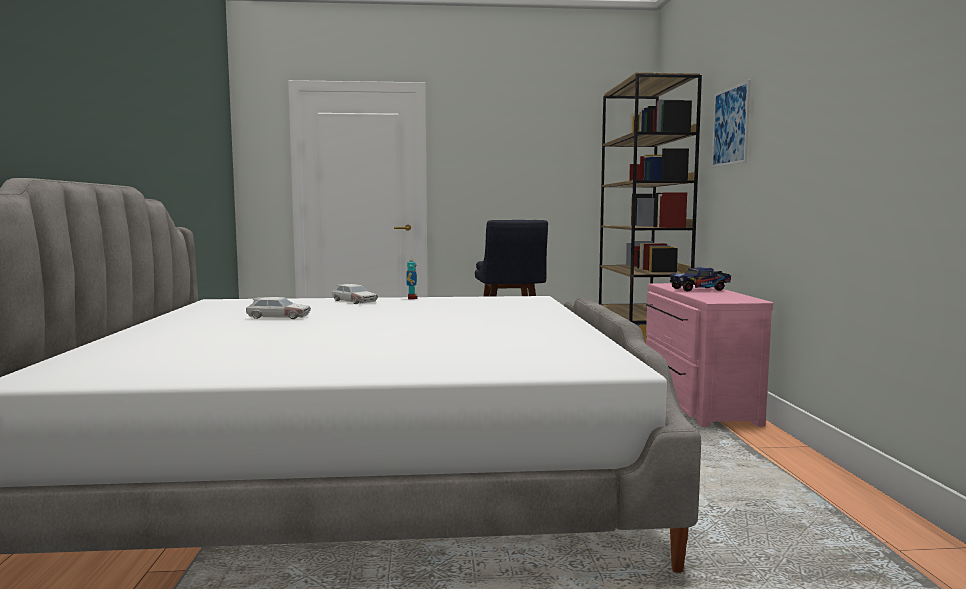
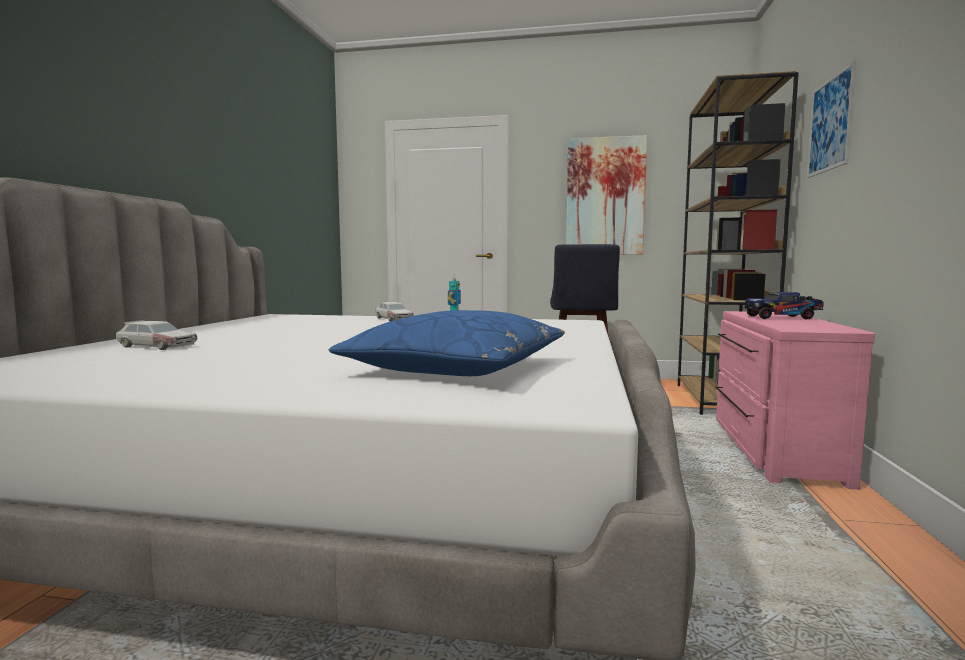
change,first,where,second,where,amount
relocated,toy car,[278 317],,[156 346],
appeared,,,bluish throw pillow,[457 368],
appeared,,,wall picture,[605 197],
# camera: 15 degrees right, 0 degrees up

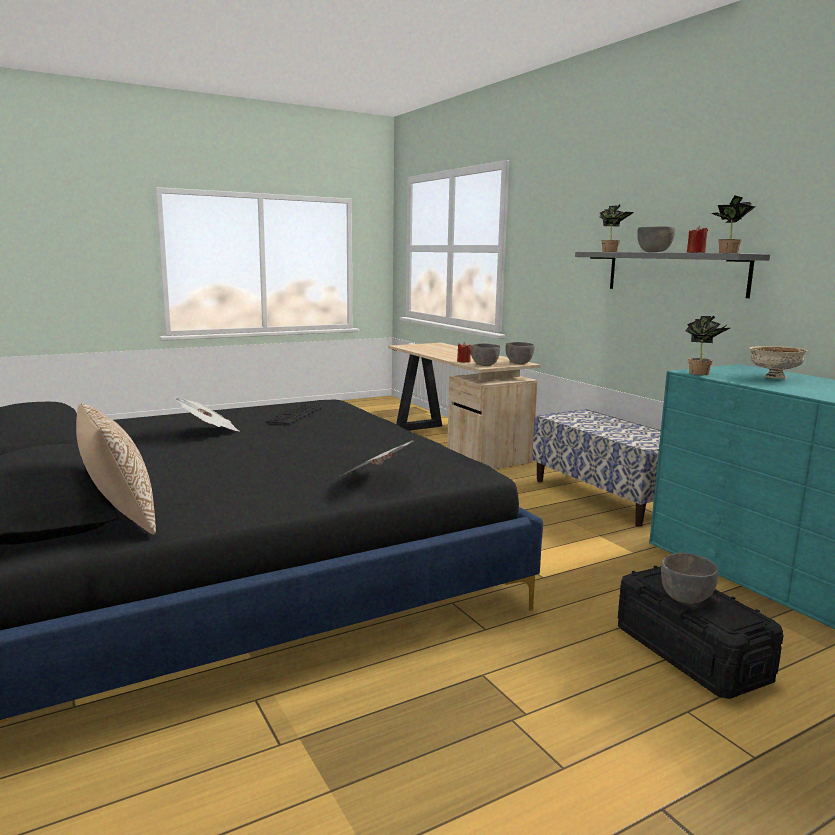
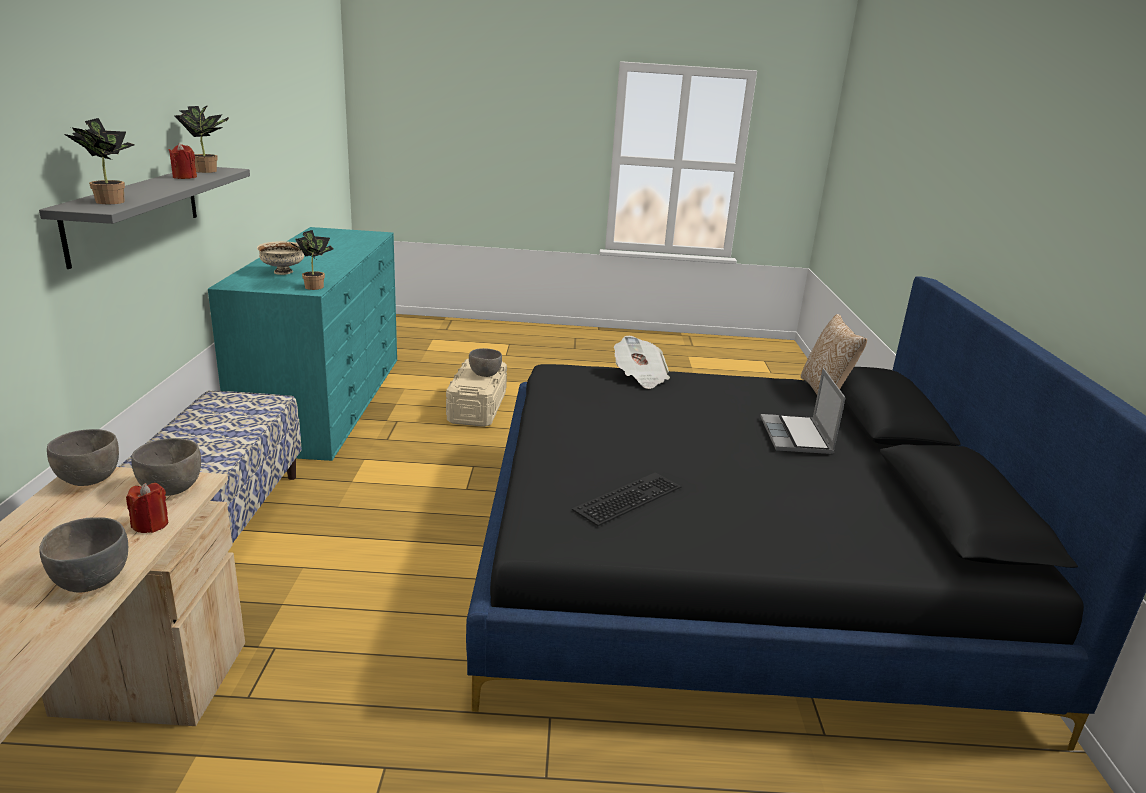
change,first,where,second,where,amount
missing,daily paper,[209 431],,,
colour,black storage box,[690 653],sand-coloured storage box,[477 407],
relocated,greyish bowl,[654 252],,[92 581],
appeared,,,portable computer,[797 436],
# camera: 150 degrees left, 10 degrees up

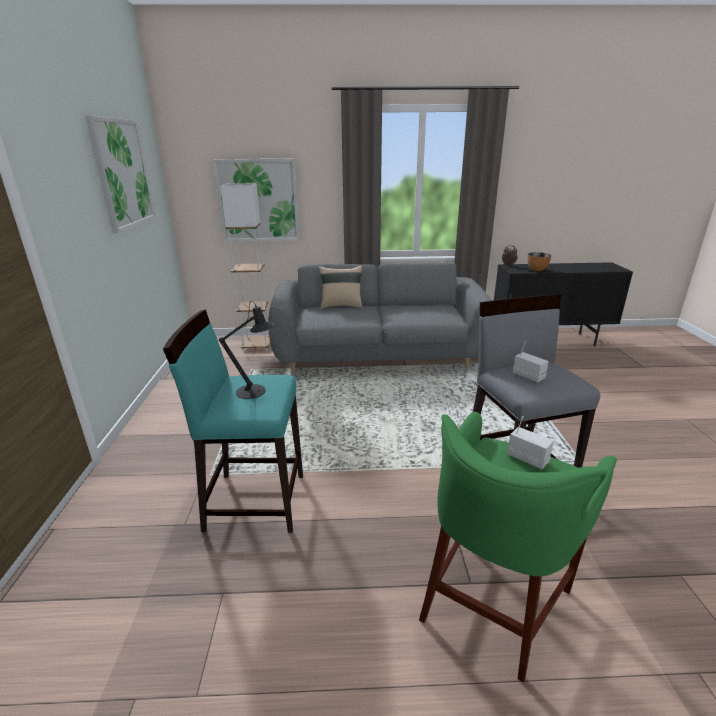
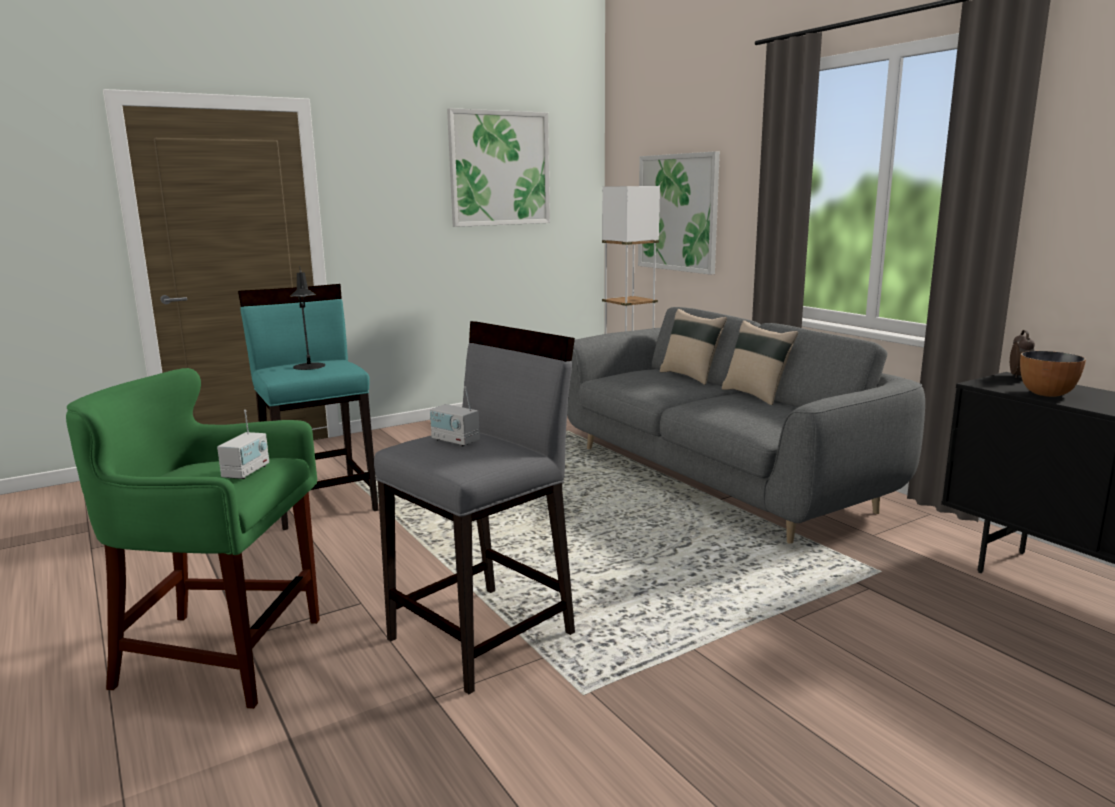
change,first,where,second,where,amount
spun,radio set,[528 376],,[455 441],105 degrees clockwise
appeared,,,sand-coloured throw pillow,[756 395],
# camera: 60 degrees right, 10 degrees down

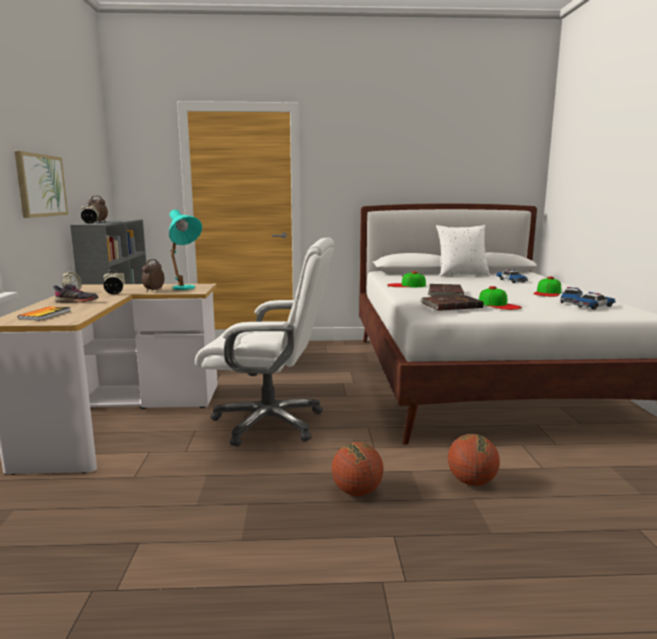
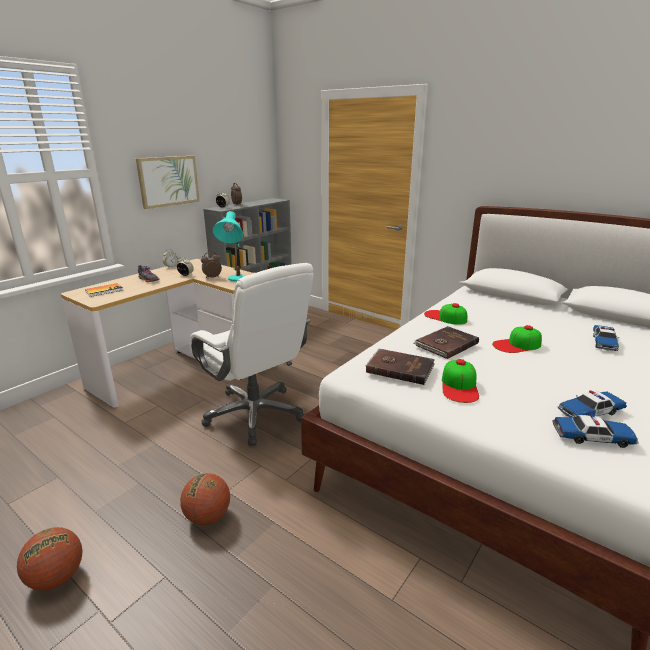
change,first,where,second,where,amount
missing,whitish throw pillow,[461 275],,,
relocated,basketball ball,[471 482],,[57 577],
relocated,cap,[547 293],,[517 345],
# camera: 40 degrees right, 10 degrees up

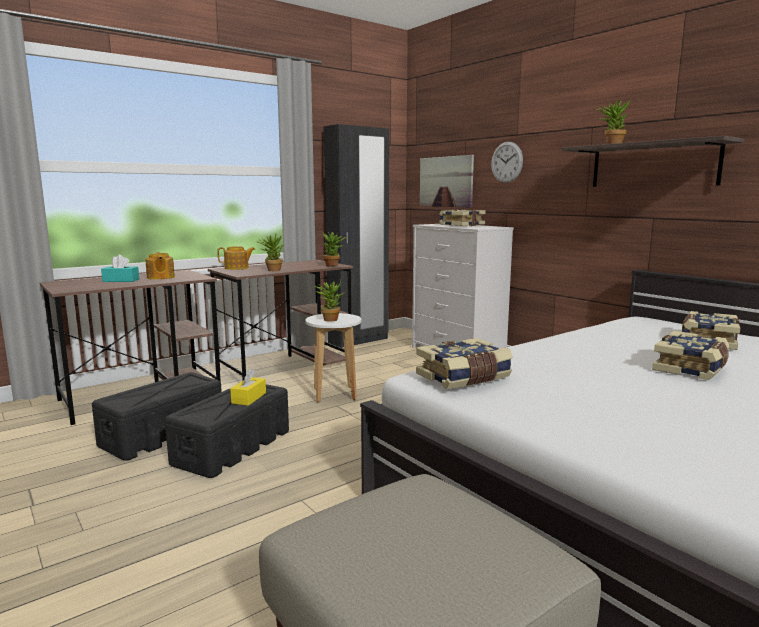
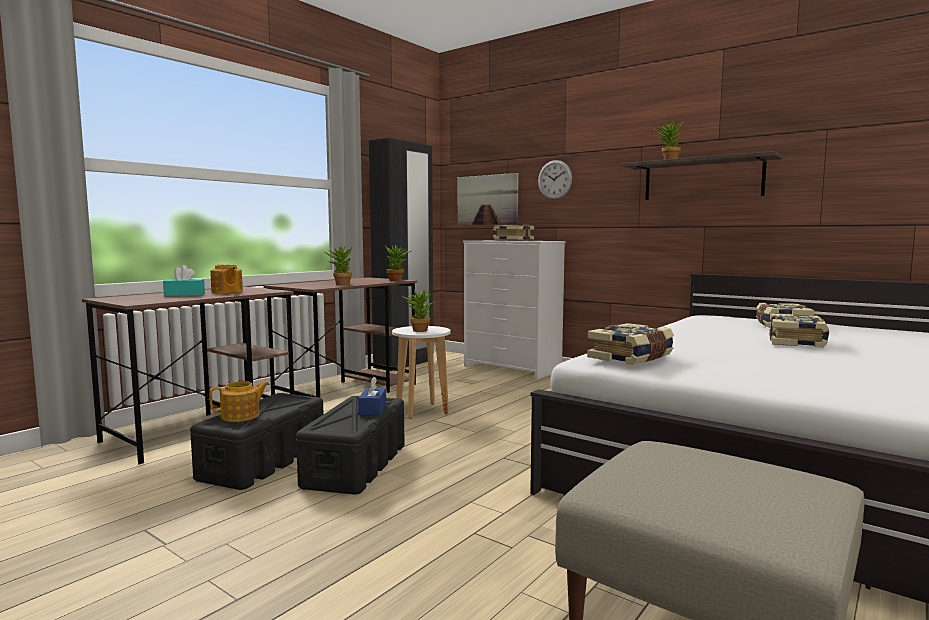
change,first,where,second,where,amount
relocated,pot for tea,[237 268],,[241 416],
colour,yellow tissue box,[249 398],bluish tissue box,[372 409],
# camera: 15 degrees left, 5 degrees down

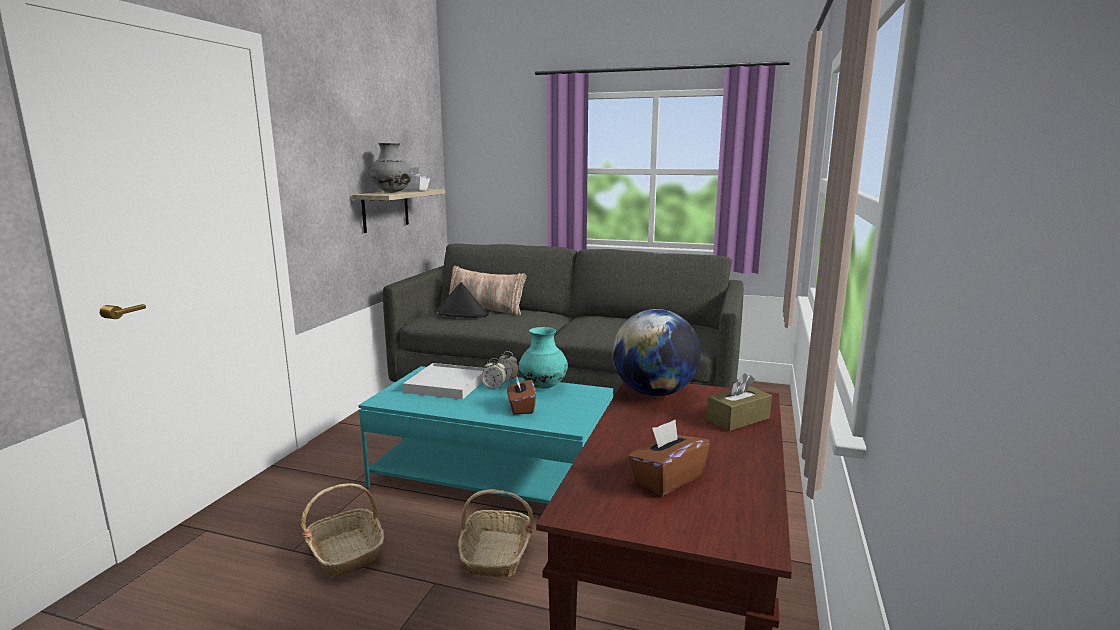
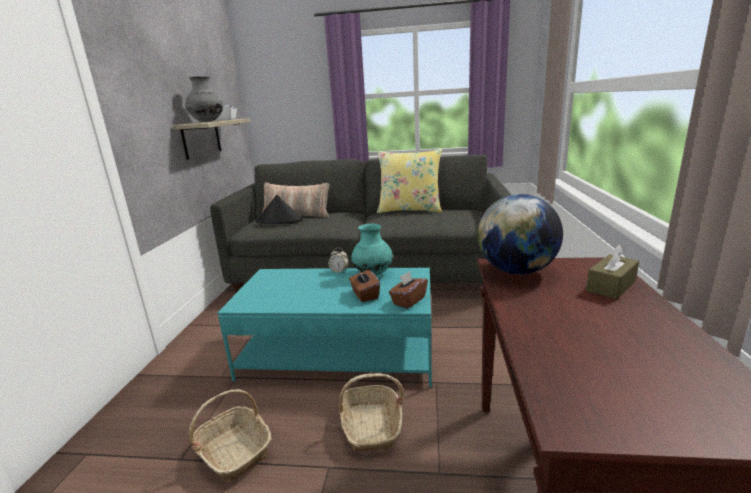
change,first,where,second,where,amount
missing,whitish carrying tray,[446 384],,,
missing,alarm clock,[494 387],,,
relocated,brown tissue box,[666 479],,[408 301],
appeared,,,yellow throw pillow,[409 210],
# camera: 10 degrees left, 5 degrees up

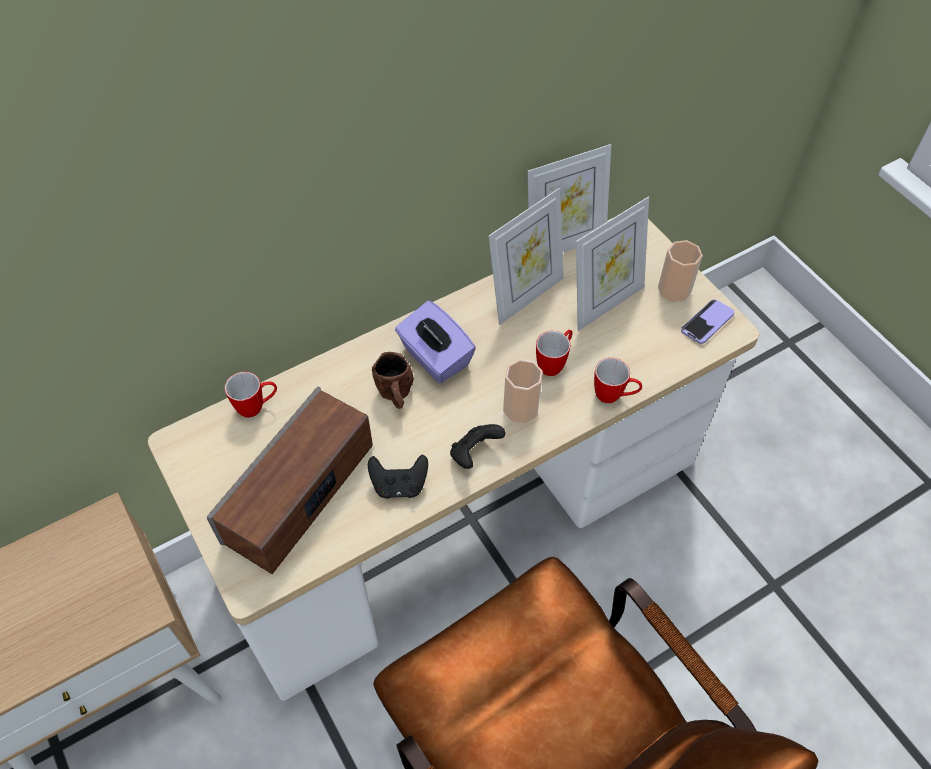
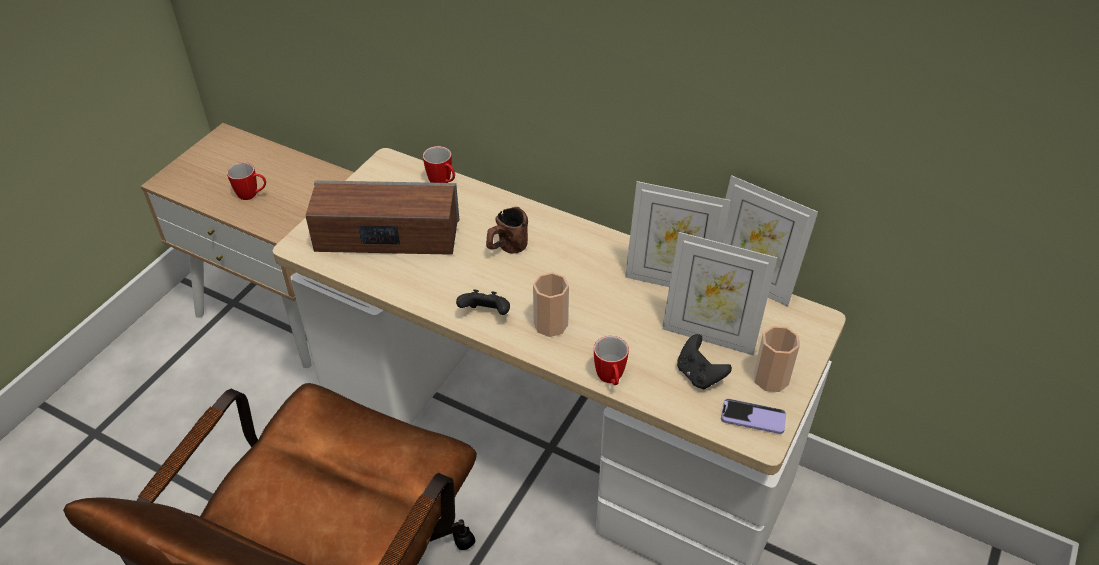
change,first,where,second,where,amount
relocated,black gamepad,[399 485],,[699 375],
missing,purple tissue box,[435 357],,,
relocated,tea mug,[554 363],,[252 195],
# camera: 60 degrees right, 10 degrees down

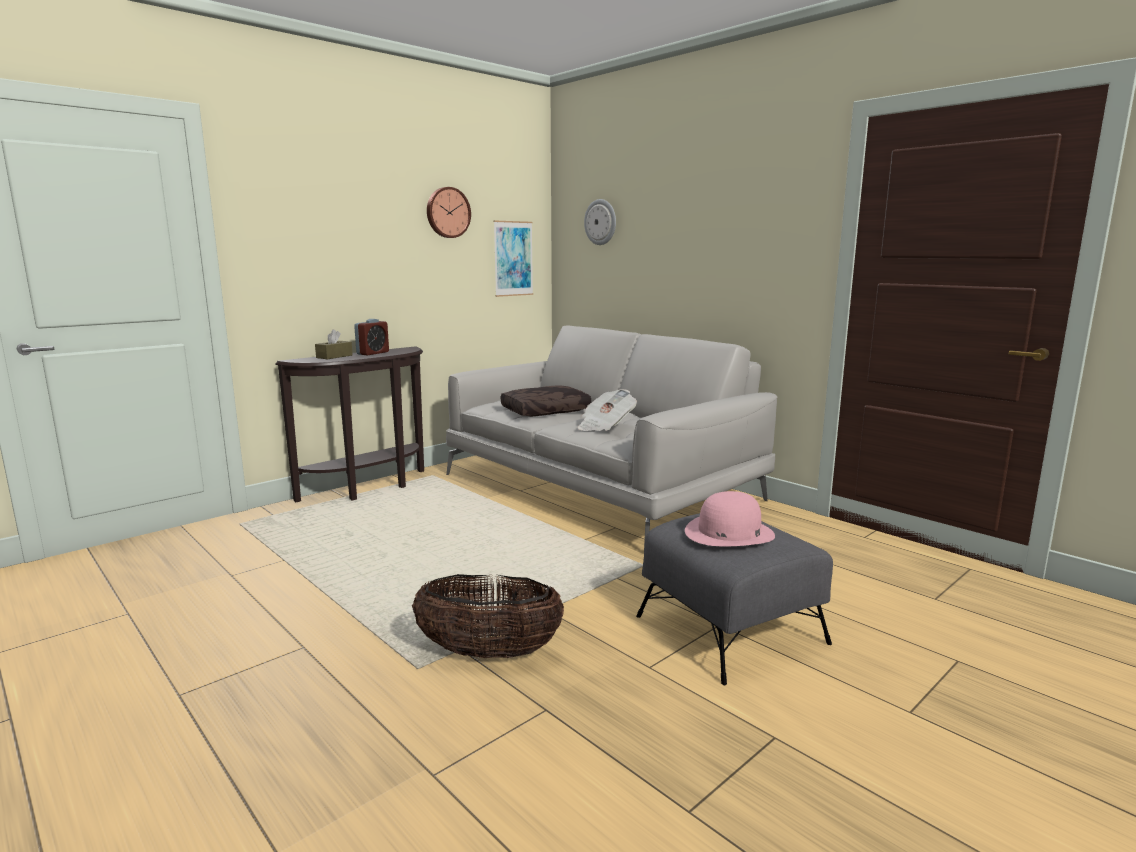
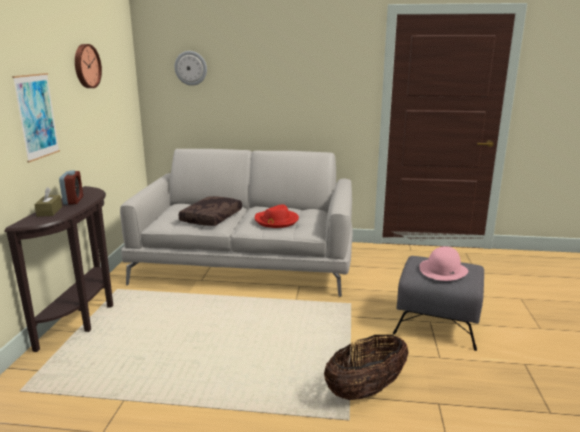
change,first,where,second,where,amount
relocated,wall picture,[513 258],,[36 116],
exchanged,daily paper,[605 426],red-coloured wearable hat,[276 221],
# camera: 40 degrees left, 5 degrees up

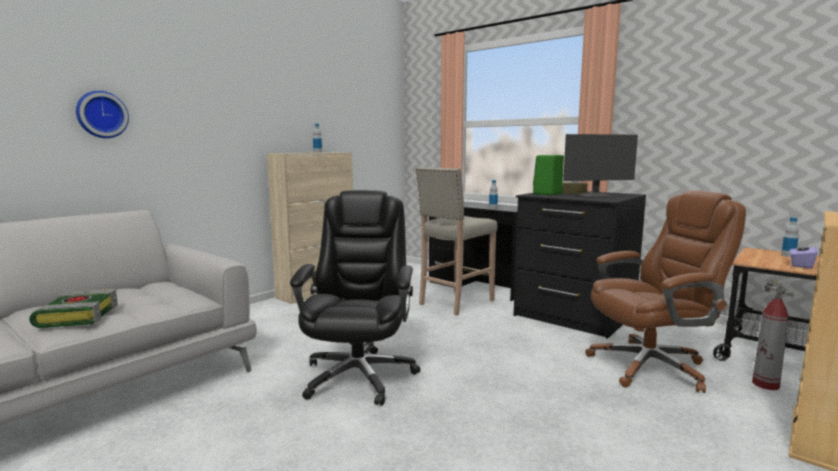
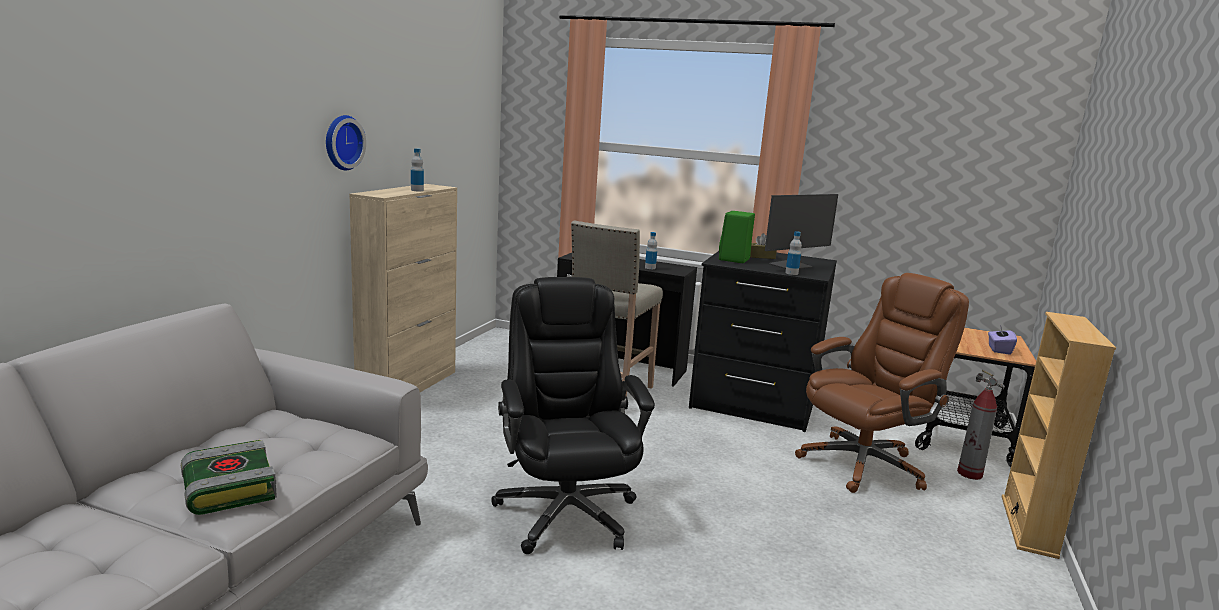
change,first,where,second,where,amount
relocated,clock on the wall,[101 114],,[341 142],
relocated,beverage bottle,[788 255],,[791 273],
# camera: 20 degrees left, 5 degrees up

